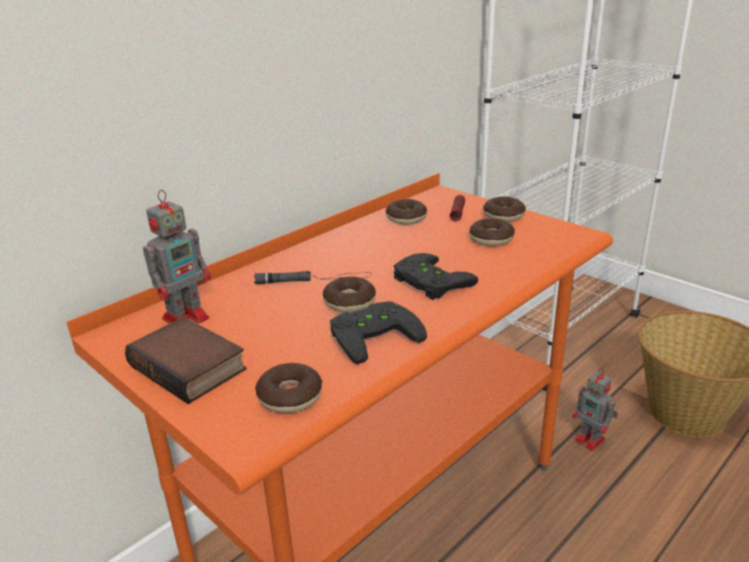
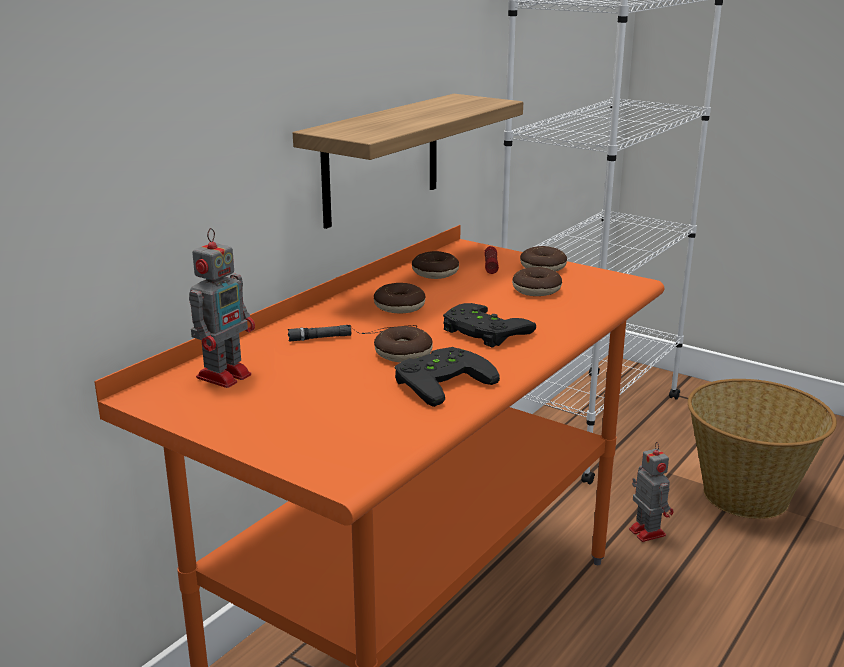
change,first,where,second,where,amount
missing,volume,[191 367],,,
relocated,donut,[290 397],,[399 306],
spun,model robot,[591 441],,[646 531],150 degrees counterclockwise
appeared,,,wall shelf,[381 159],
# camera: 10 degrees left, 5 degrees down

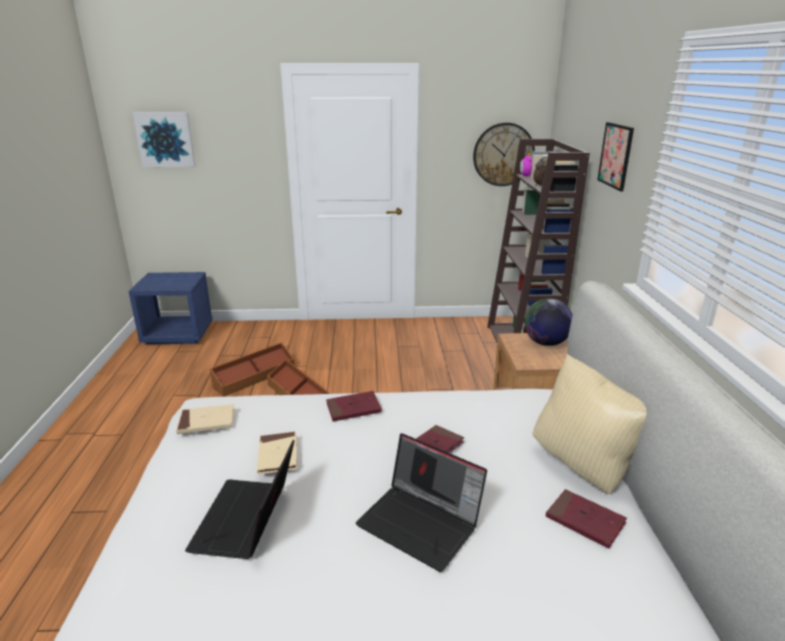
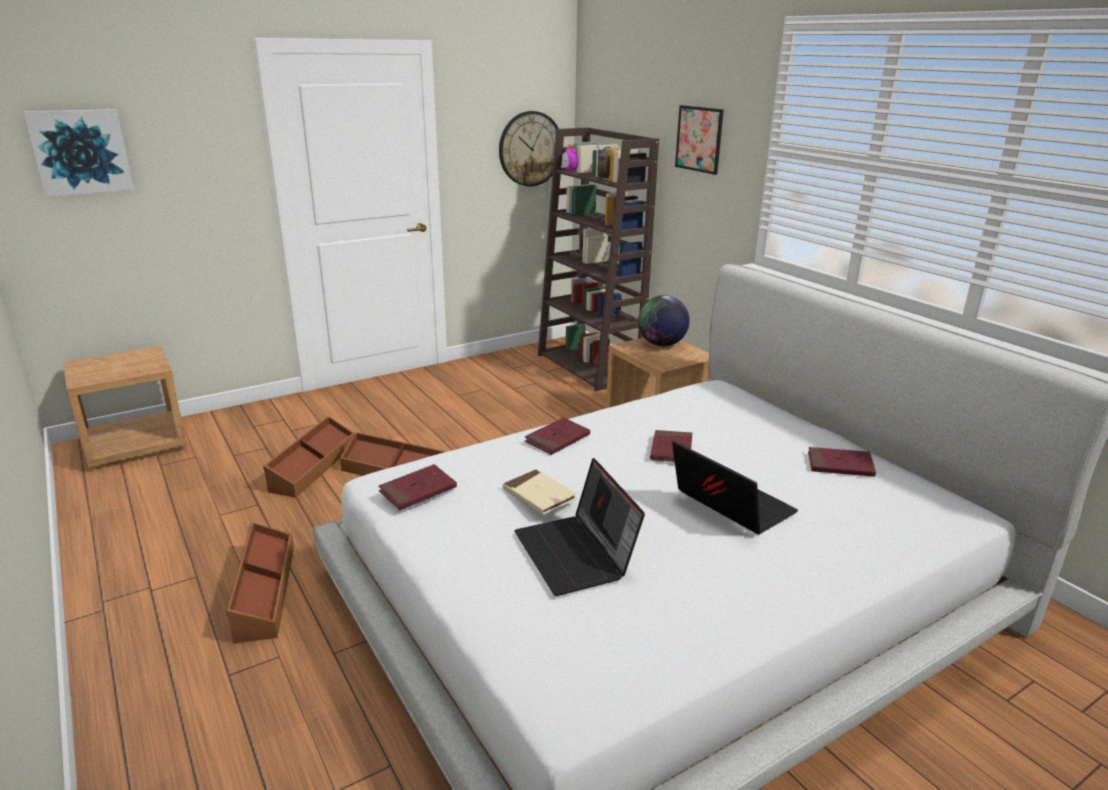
change,first,where,second,where,amount
colour,bluish nightstand,[178 334],brown nightstand,[136 445],
colour,sand-coloured volume,[206 422],red-coloured volume,[418 490],
spun,portable computer,[421 523],,[729 505],135 degrees counterclockwise
missing,sand-coloured throw pillow,[584 466],,,
appeared,,,brown storage box,[264 591],
# camera: 30 degrees left, 0 degrees up

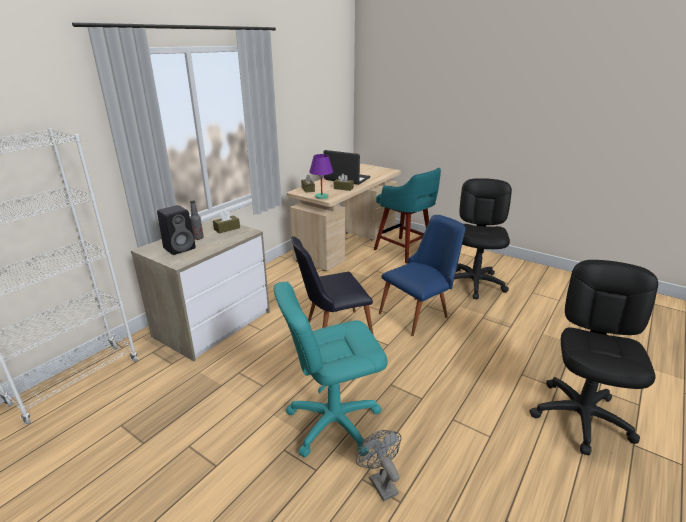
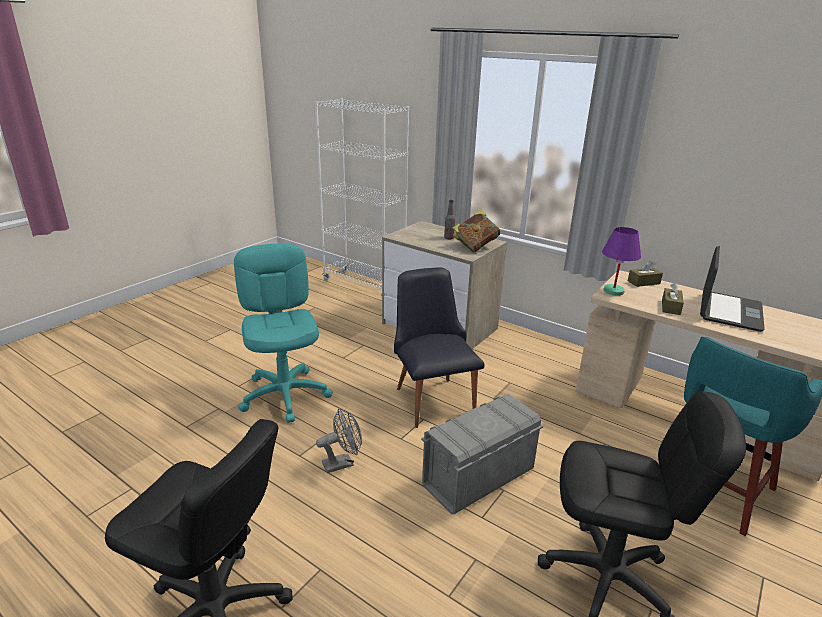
change,first,where,second,where,amount
missing,black loudspeaker,[180 248],,,
exchanged,brown tissue box,[227 229],volume,[475 247],
relocated,greyish electric fan,[380 482],,[342 463],
exchanged,bluish plain chair,[419 314],greyish storage box,[477 477],
# camera: 90 degrees right, 0 degrees up

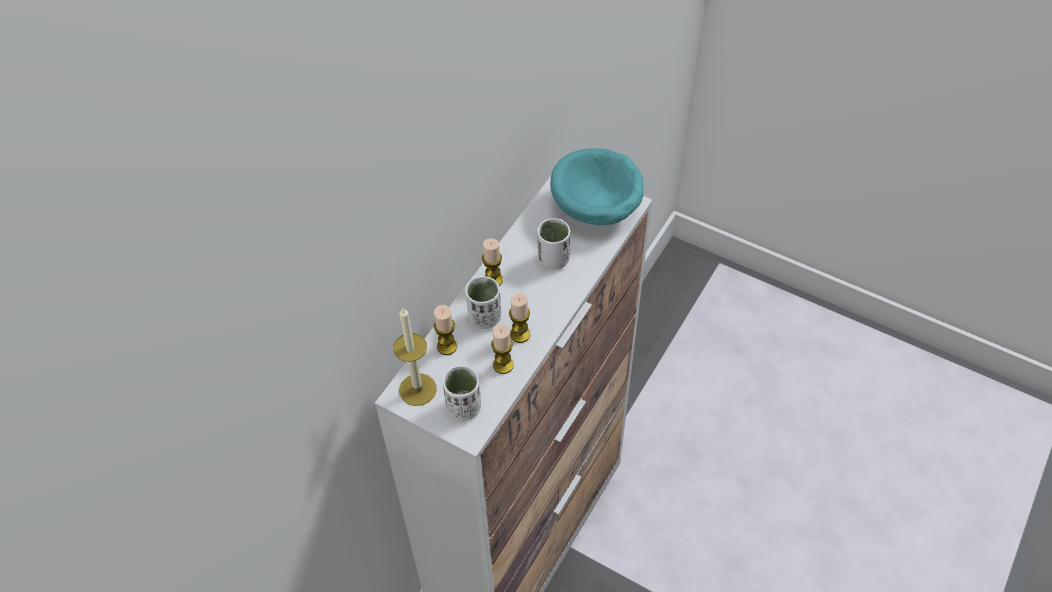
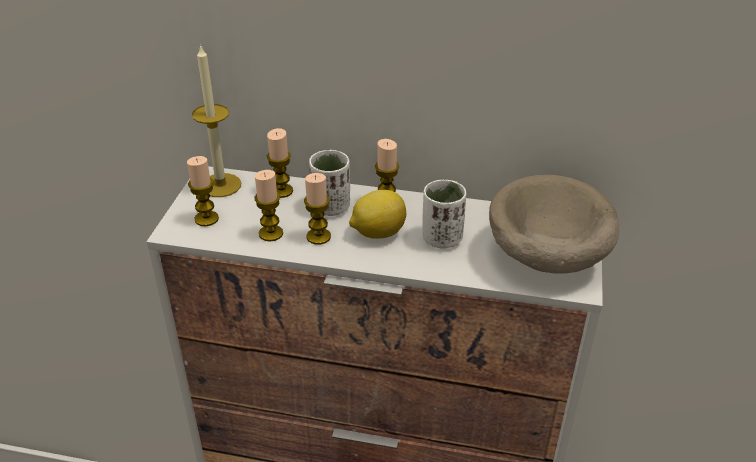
change,first,where,second,where,amount
exchanged,whitish small cup,[464 407],wax candle,[206 219],
colour,blue-green bowl,[596 210],sand-coloured bowl,[544 257],
appeared,,,whole lemon,[377 233],
# camera: 70 degrees right, 15 degrees down

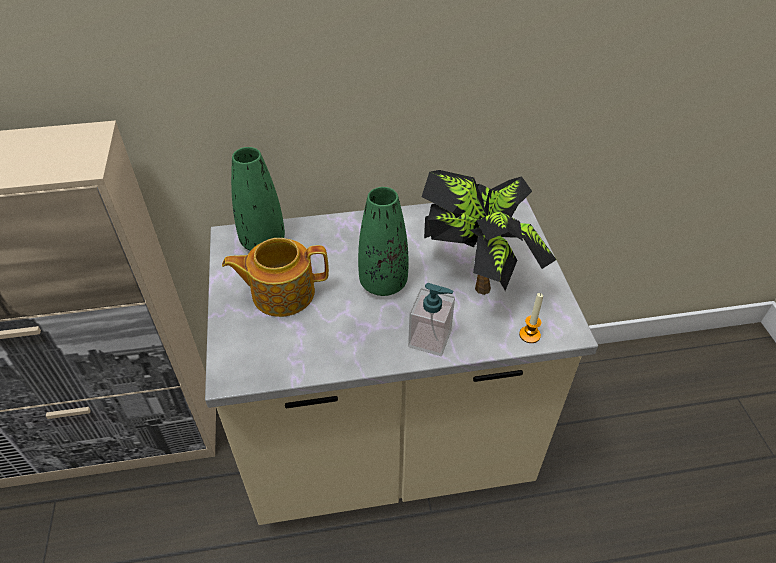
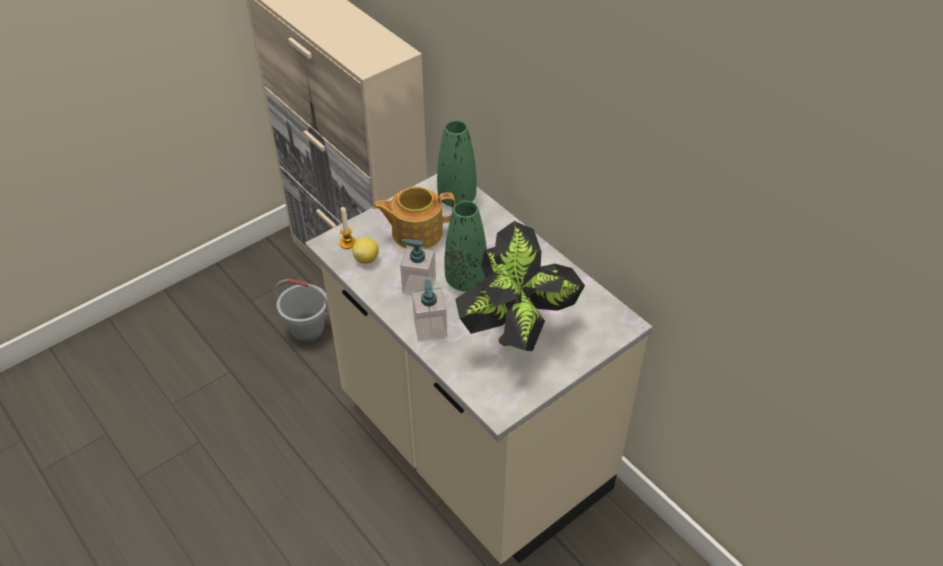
change,first,where,second,where,amount
spun,pot for tea,[281 292],,[416 232],60 degrees counterclockwise
relocated,wax candle,[529 335],,[347 243],
appeared,,,greyish bucket,[308 329],
appeared,,,whole lemon,[366 259],
appeared,,,soap dispenser,[419 286],
# camera: 60 degrees right, 0 degrees up

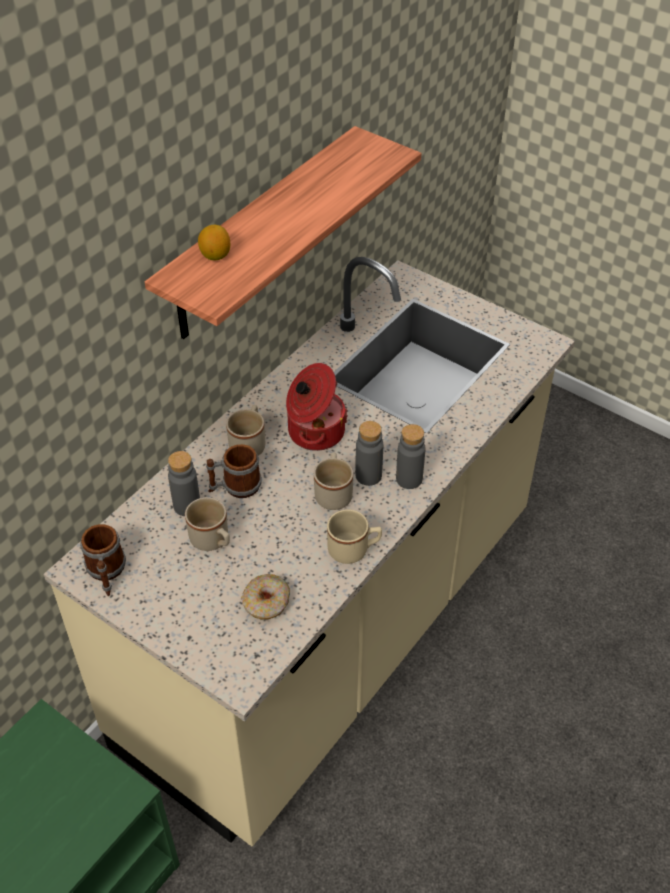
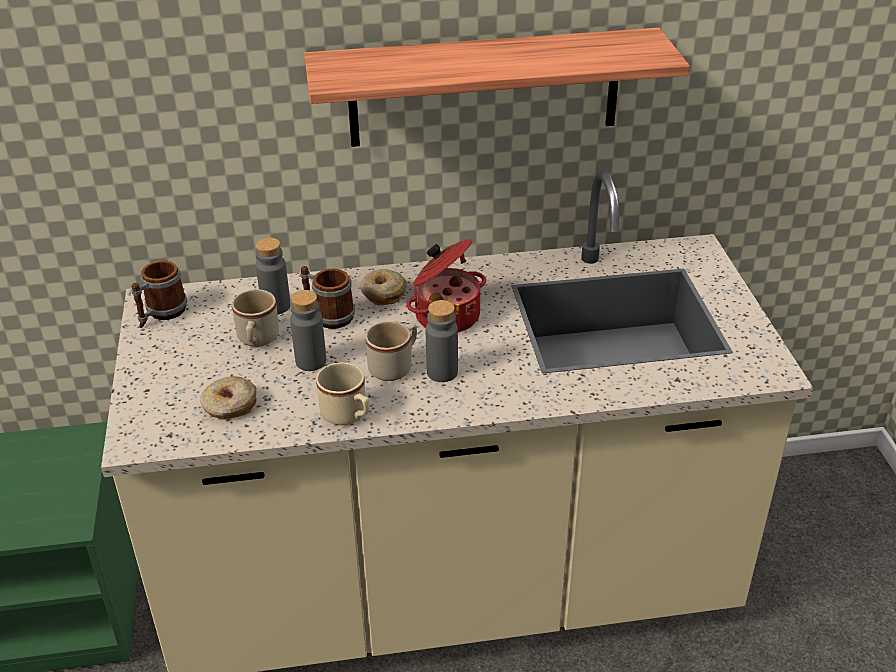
change,first,where,second,where,amount
missing,whole lemon,[215 256],,,
exchanged,sand-coloured tea mug,[249 443],donut,[383 293],
relocated,greyish beverage bottle,[409 479],,[311 361],
# camera: 45 degrees right, 10 degrees down

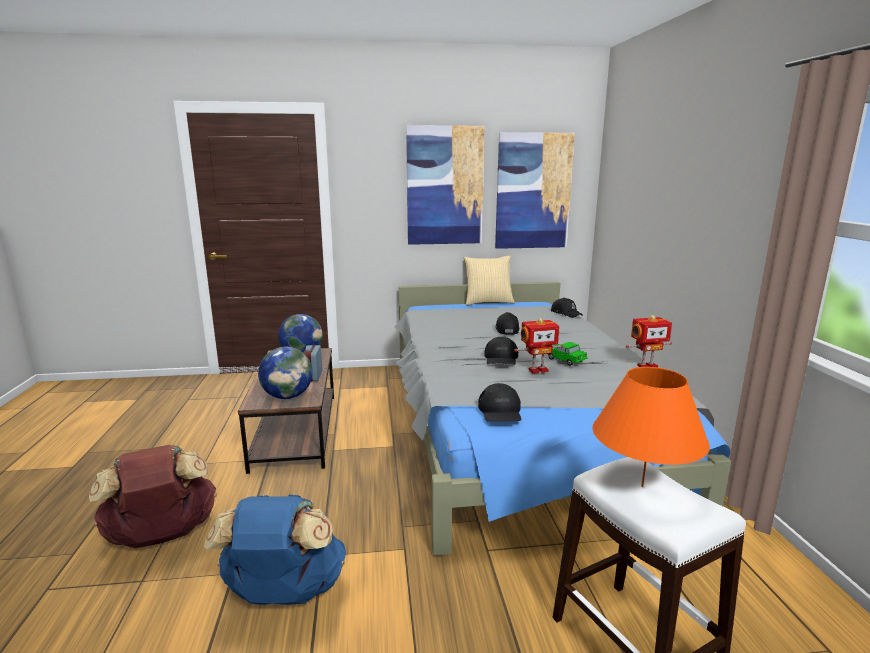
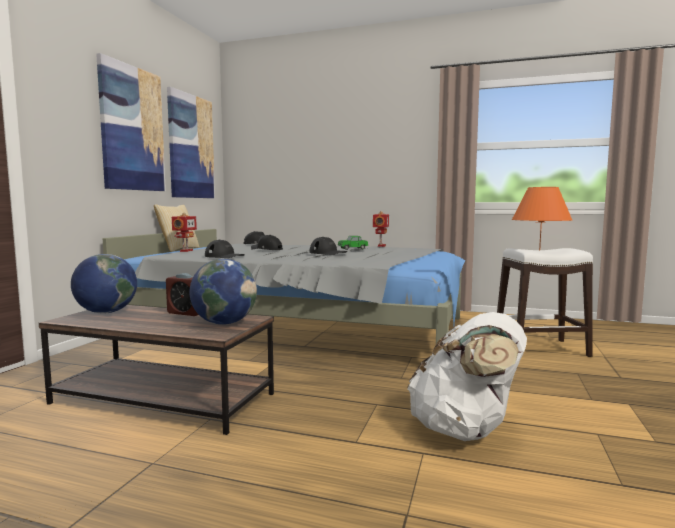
change,first,where,second,where,amount
missing,brown rucksack,[162 536],,,
colour,bluish rucksack,[284 593],whitish rucksack,[465 430],
relocated,black cap,[500 411],,[224 256],
relocated,model robot,[537 370],,[185 251],
# camera: 65 degrees left, 10 degrees down

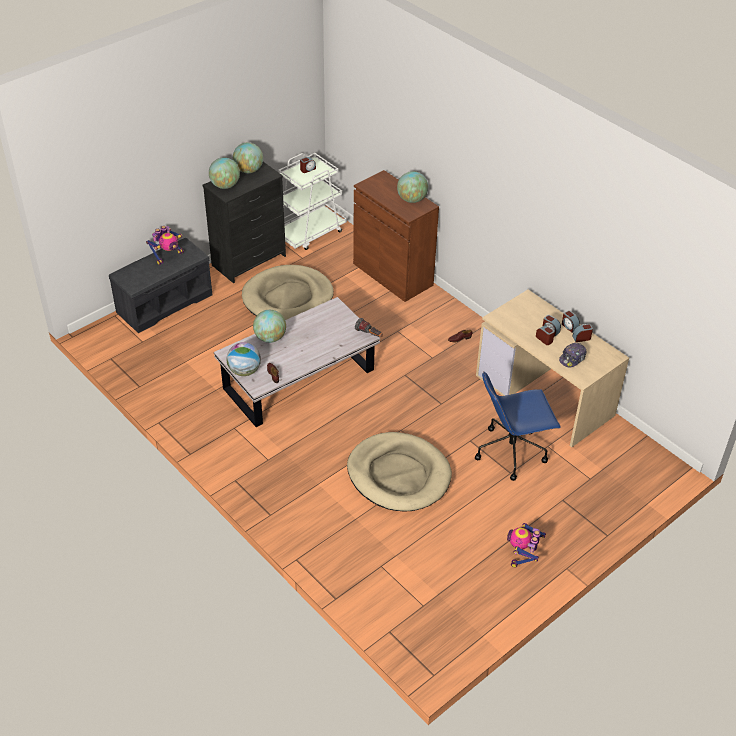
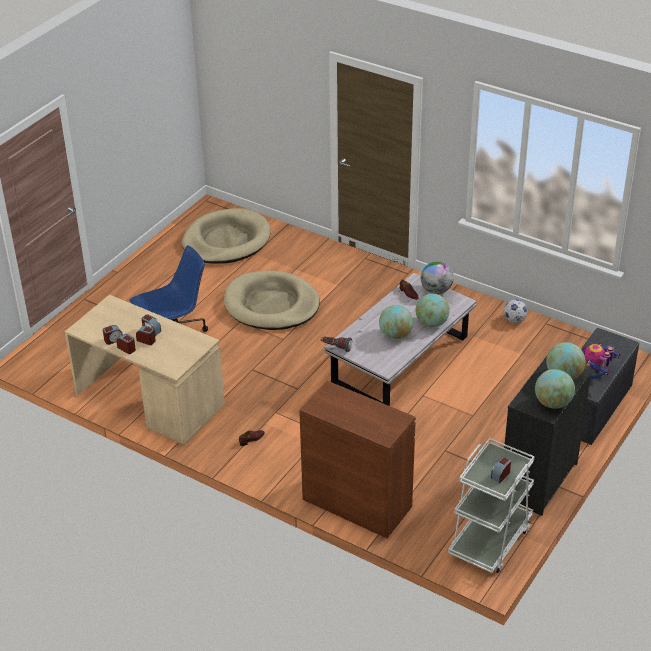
change,first,where,second,where,amount
relocated,sand-coloured dog cushion,[288 298],,[226 241],
relocated,world globe,[411 199],,[395 335],
missing,model robot,[522 555],,,
missing,cap,[572 358],,,
appeared,,,football ball,[514 320],
# camera: 165 degrees right, 5 degrees down

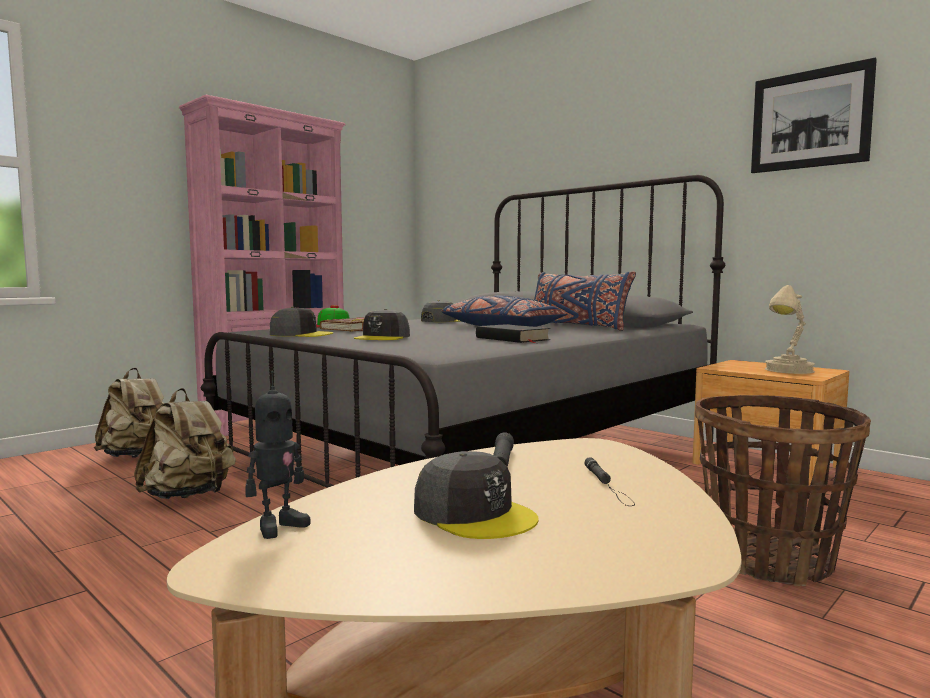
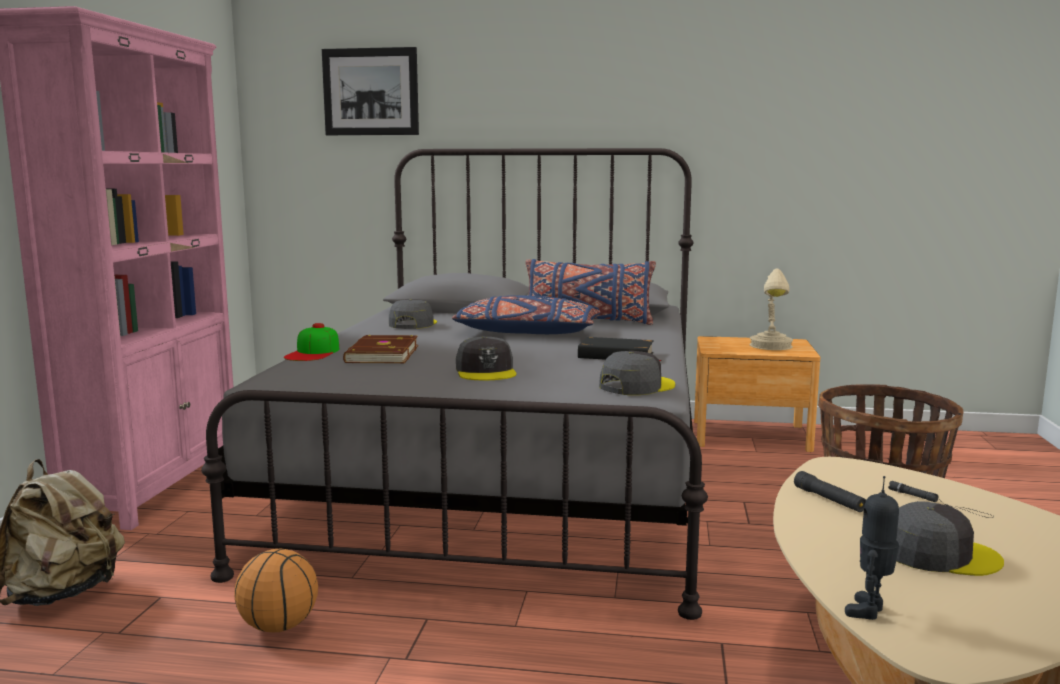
change,first,where,second,where,amount
exchanged,sand-coloured rucksack,[189 496],basketball ball,[278 626],
spun,model robot,[278 526],,[870 611],150 degrees counterclockwise
relocated,greyish cap,[300 334],,[636 386],
relocated,wall picture,[810 119],,[370 92],
# camera: 35 degrees left, 5 degrees up

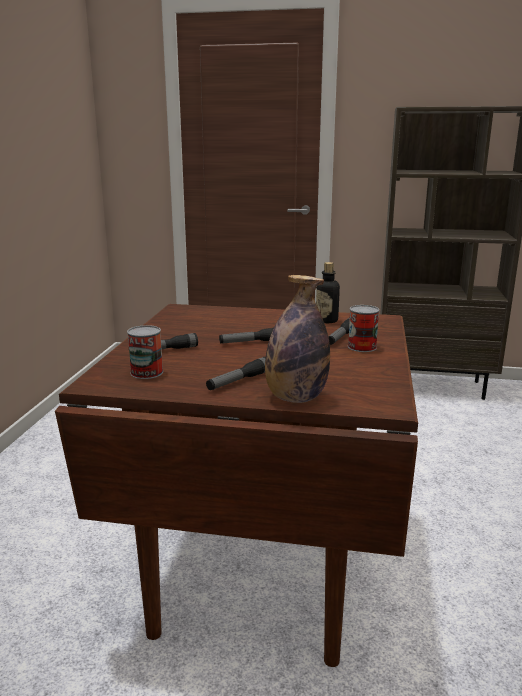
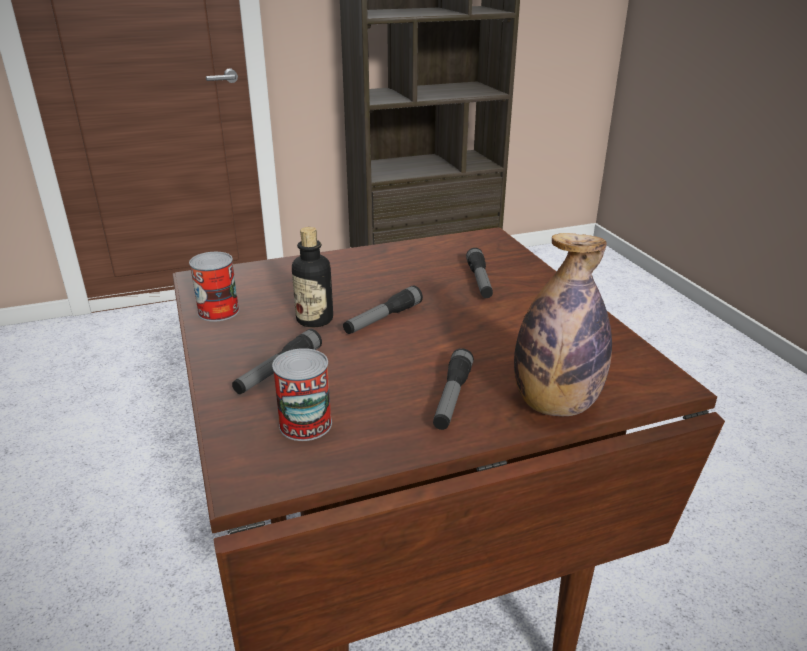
change,first,where,second,where,amount
relocated,beverage bottle,[326 320],,[314 319],
relocated,can,[362 347],,[218 311],
# camera: 30 degrees left, 10 degrees up

